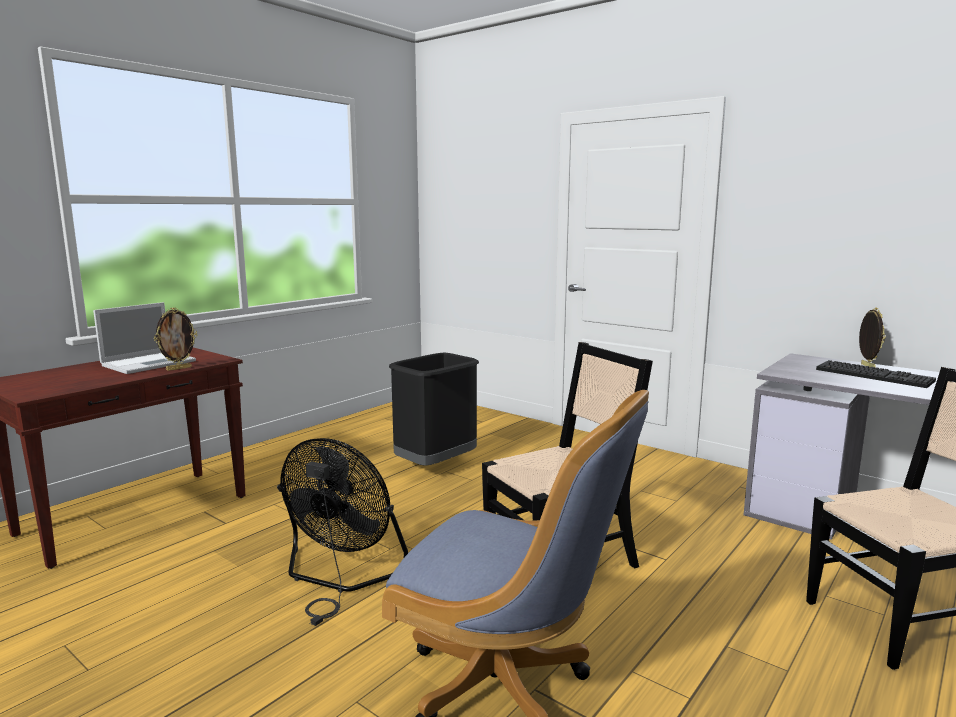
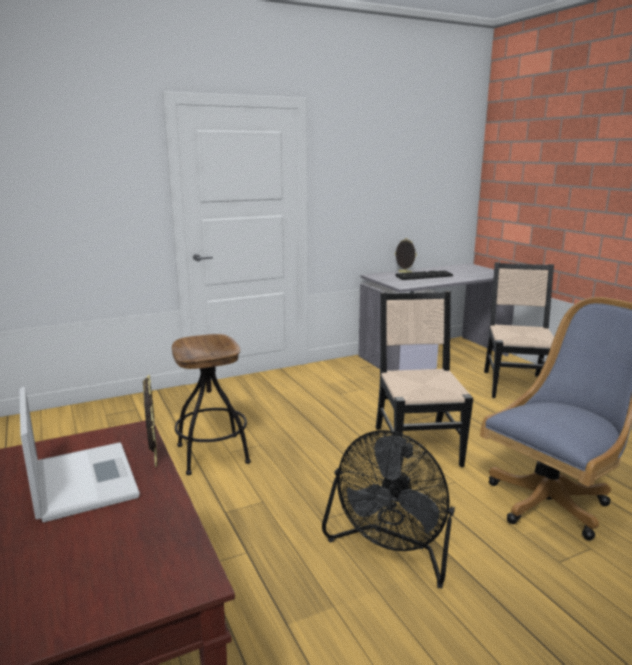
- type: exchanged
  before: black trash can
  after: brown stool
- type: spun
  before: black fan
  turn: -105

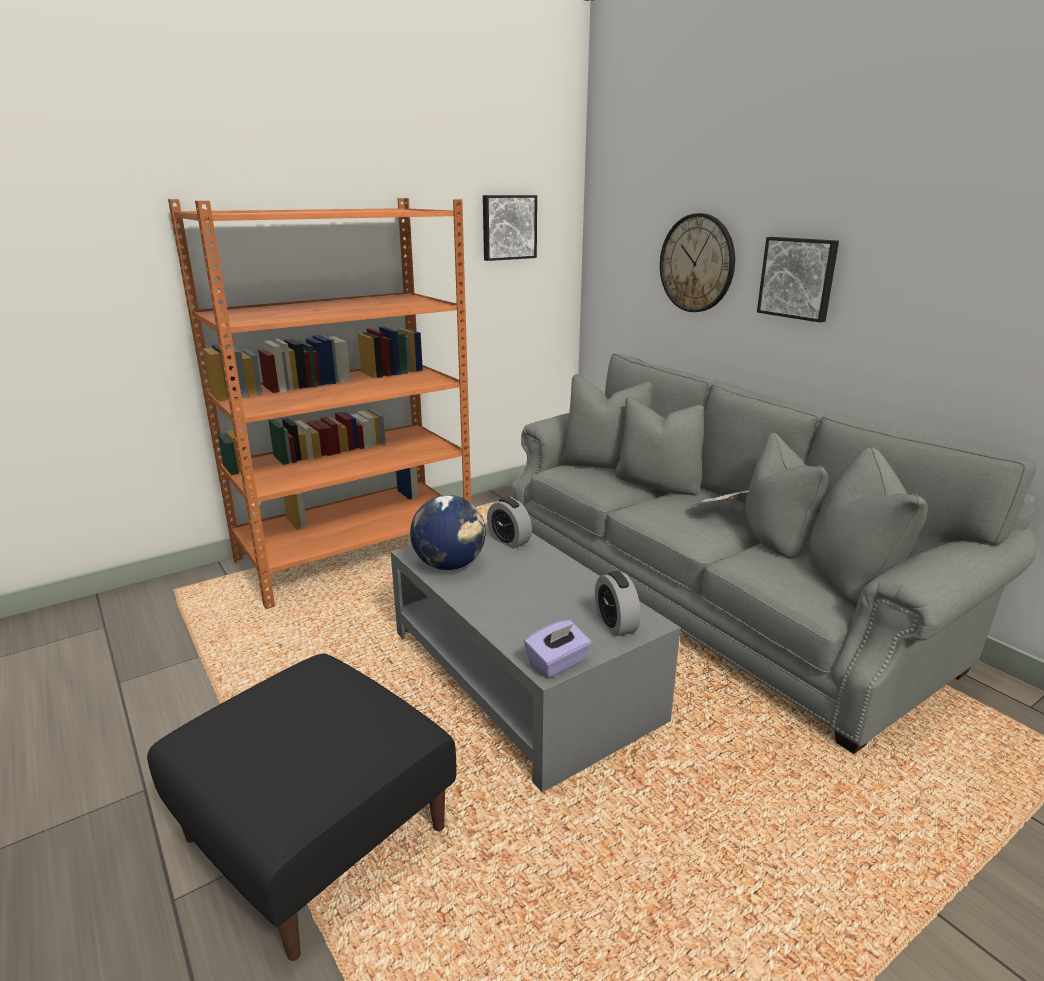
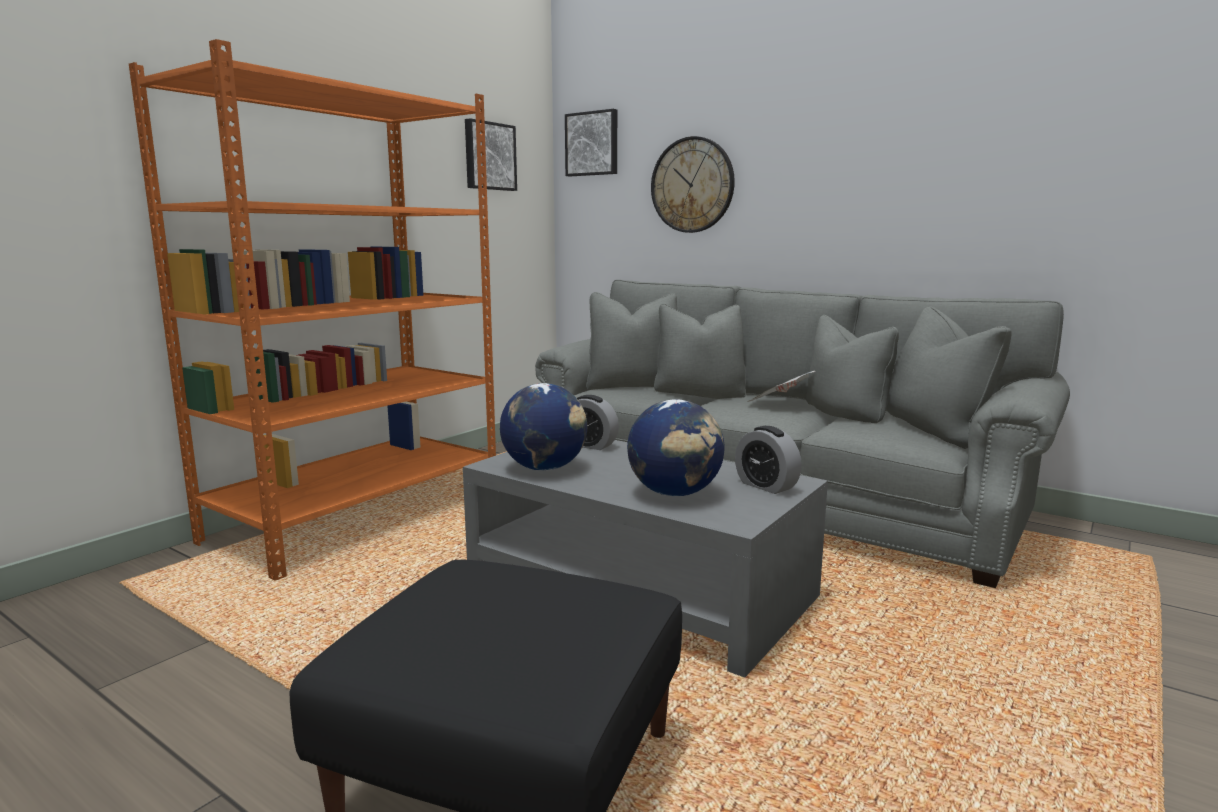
- type: missing
  before: purple tissue box
- type: appeared
  after: globe (no. 2 from left)
- type: relocated
  before: picture (no. 2 from left)

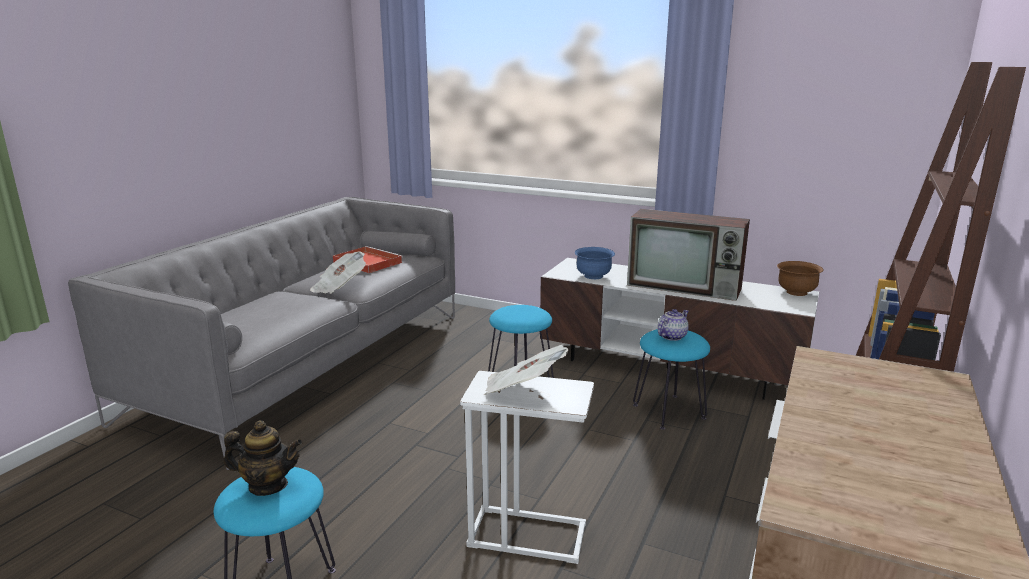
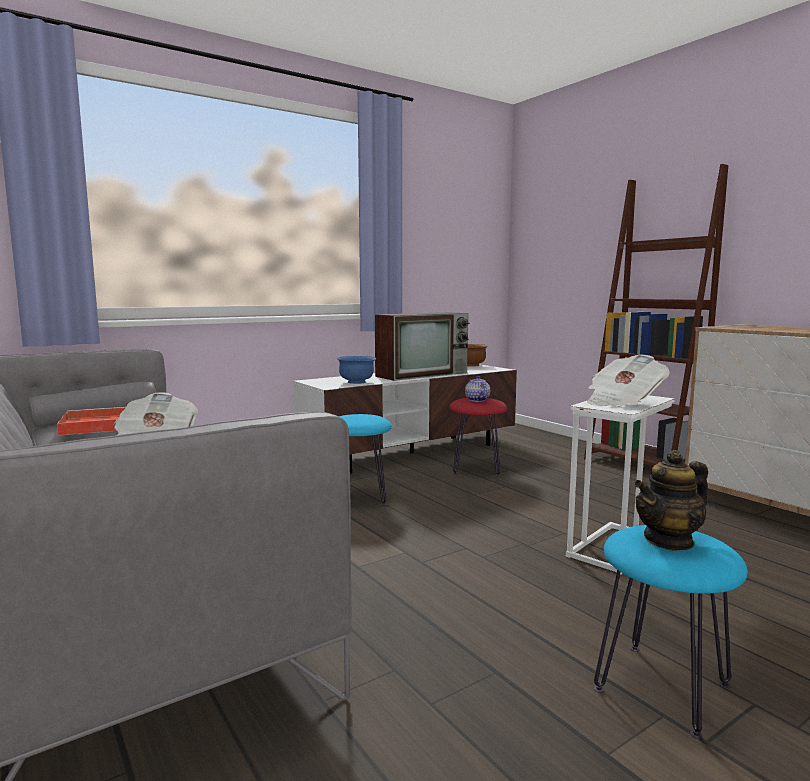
- type: colour
  before: turquoise stool (no. 3 from left)
  after: red stool
- type: spun
  before: teapot (no. 1 from left in the first image)
  turn: -150

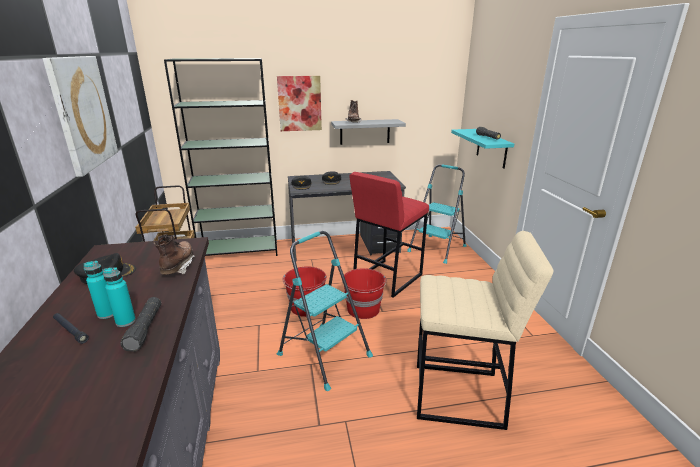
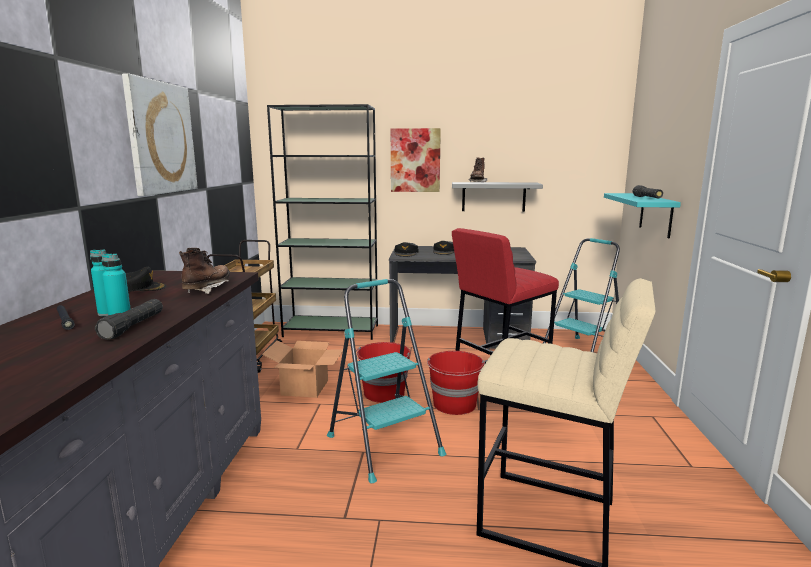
- type: appeared
  after: cardboard box

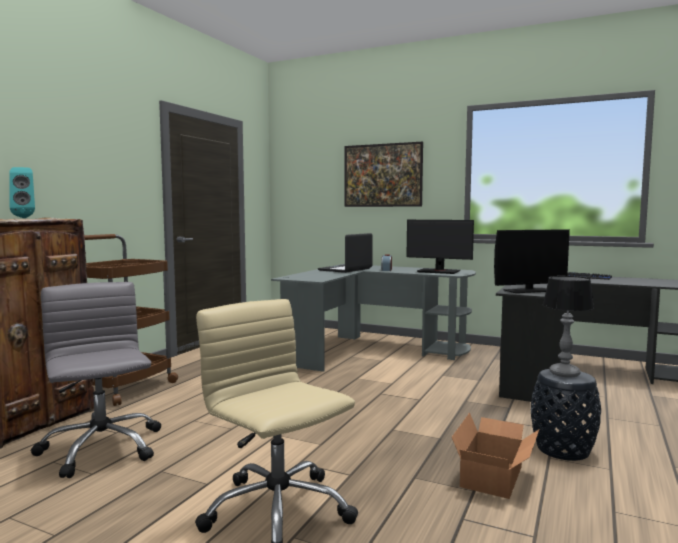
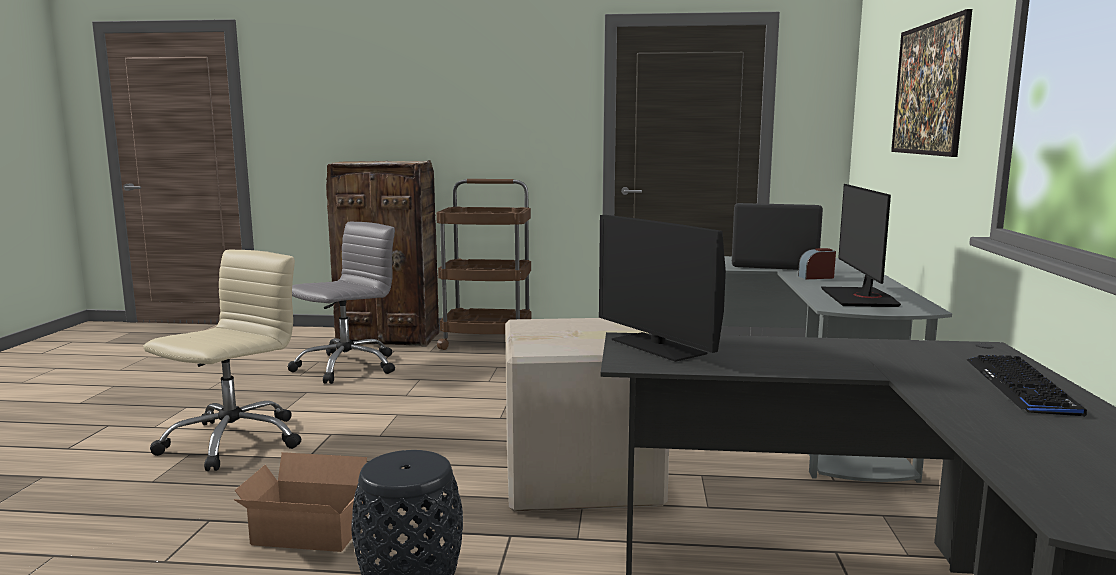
- type: missing
  before: turquoise speaker
- type: missing
  before: table lamp
- type: appeared
  after: cardboard box (no. 2 from left)

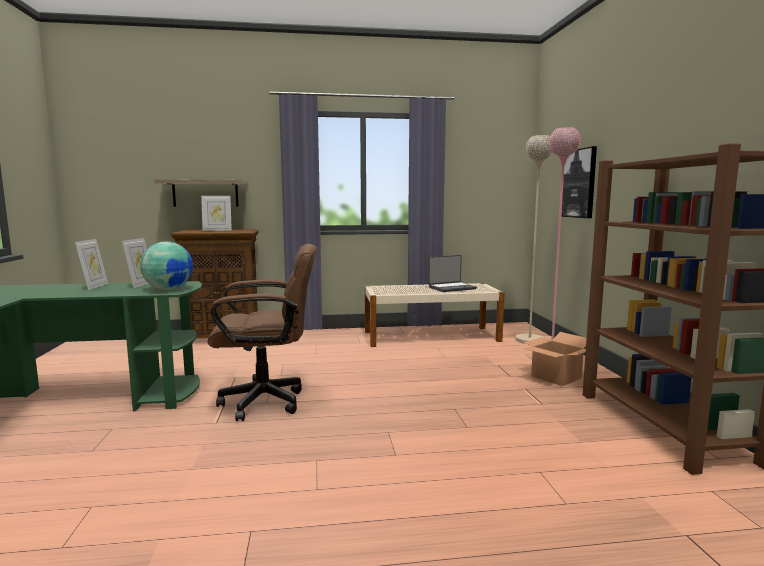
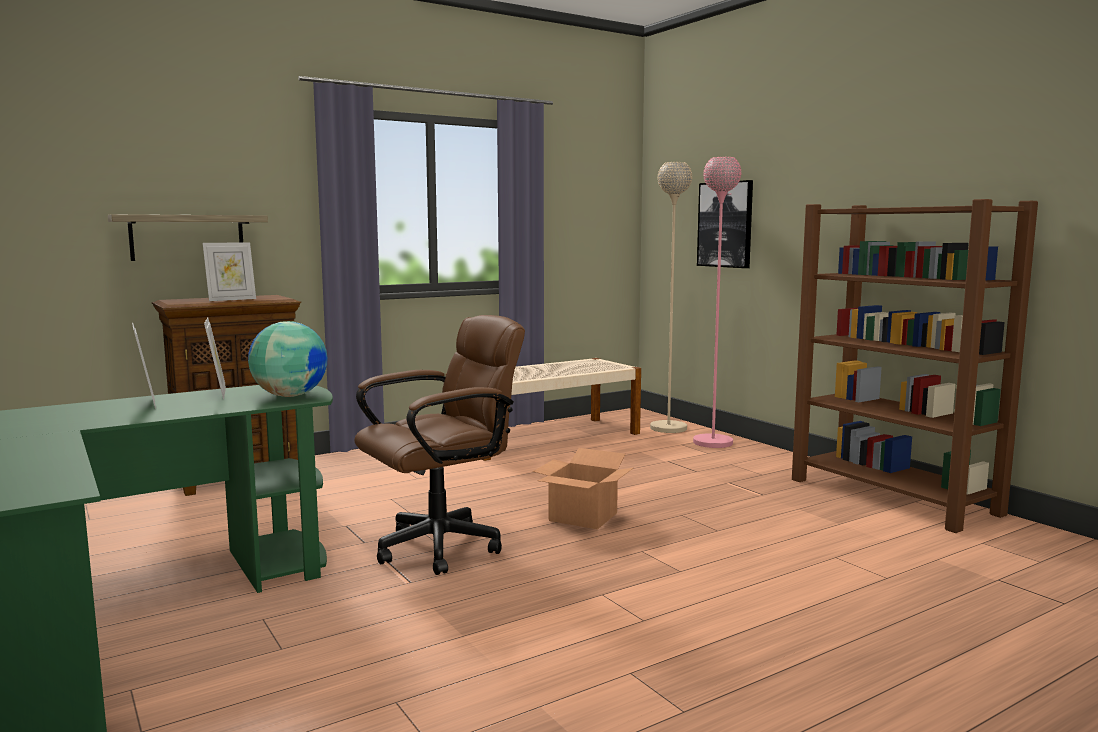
- type: missing
  before: laptop
- type: relocated
  before: cardboard box

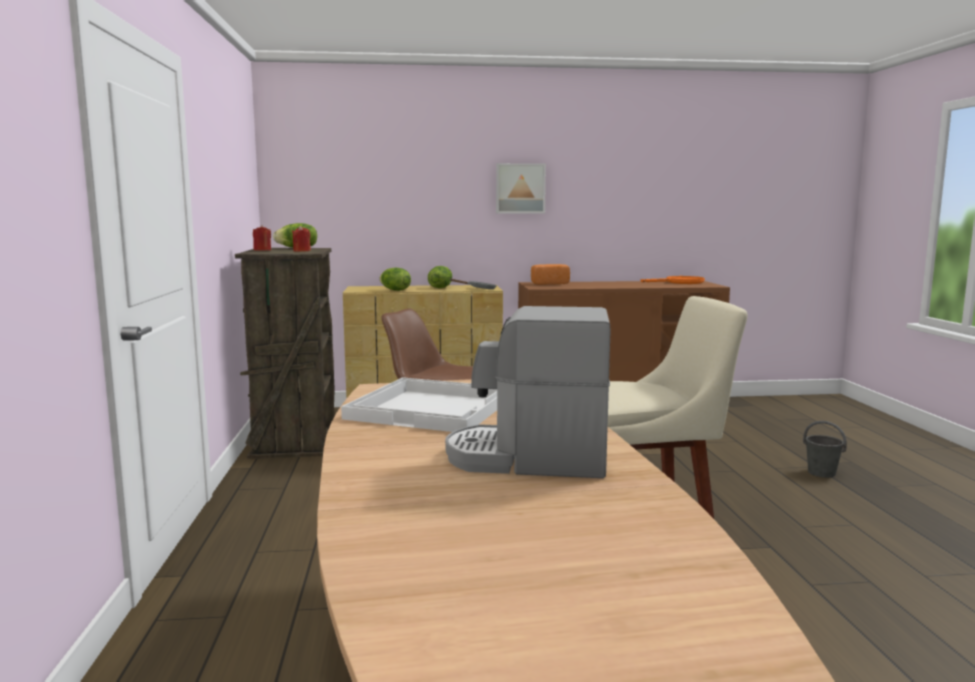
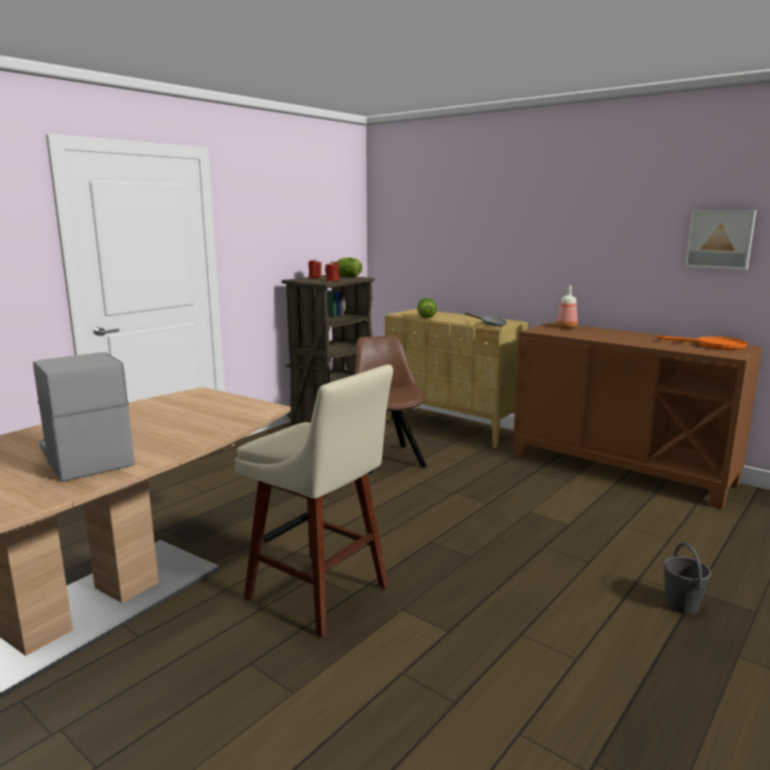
- type: missing
  before: white tray
- type: missing
  before: lettuce (no. 3 from left)
- type: relocated
  before: picture
- type: exchanged
  before: bread
  after: bottle

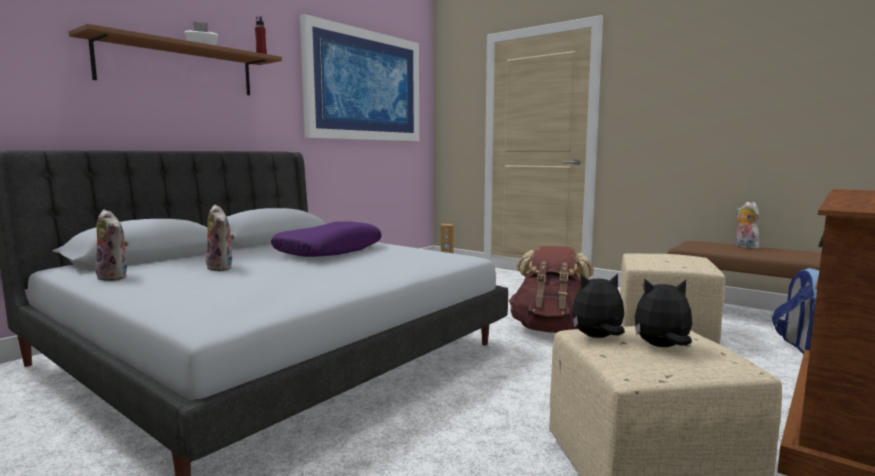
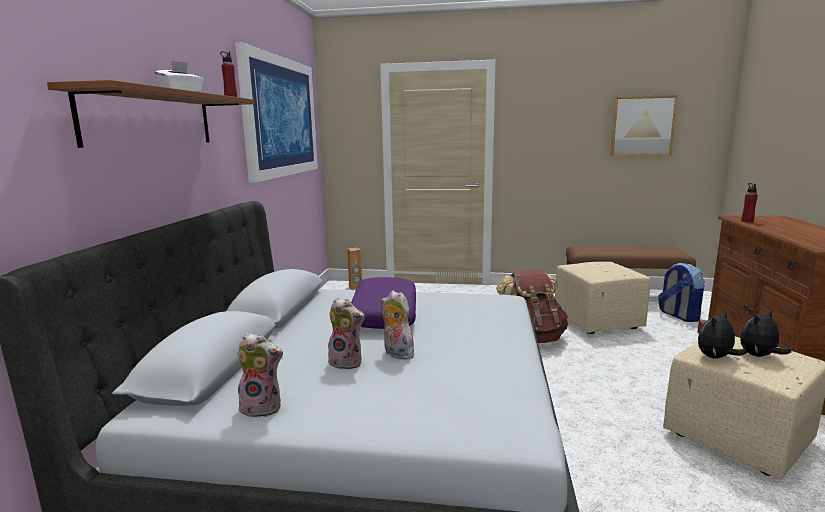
- type: appeared
  after: picture (no. 2 from left)
- type: appeared
  after: red bottle (no. 2 from left)
- type: relocated
  before: plush toy (no. 5 from left in the first image)
  after: plush toy (no. 3 from left)

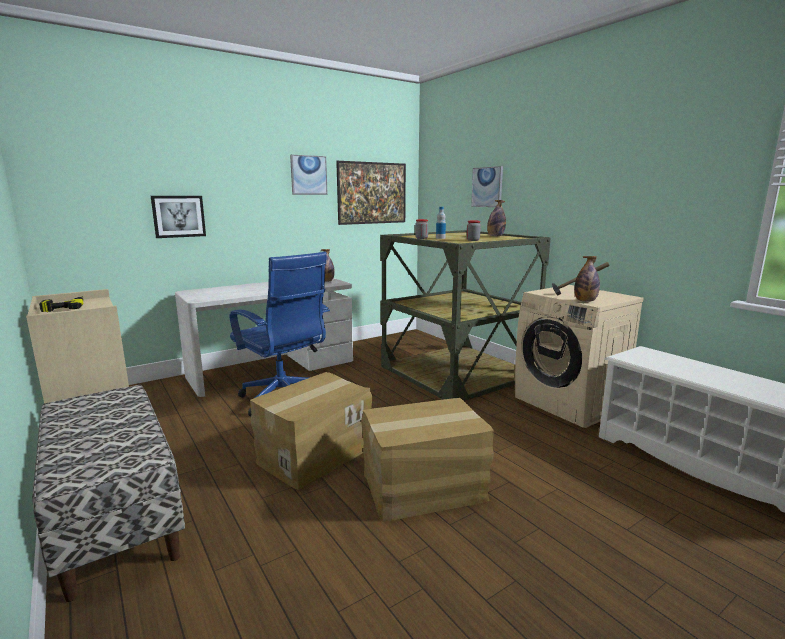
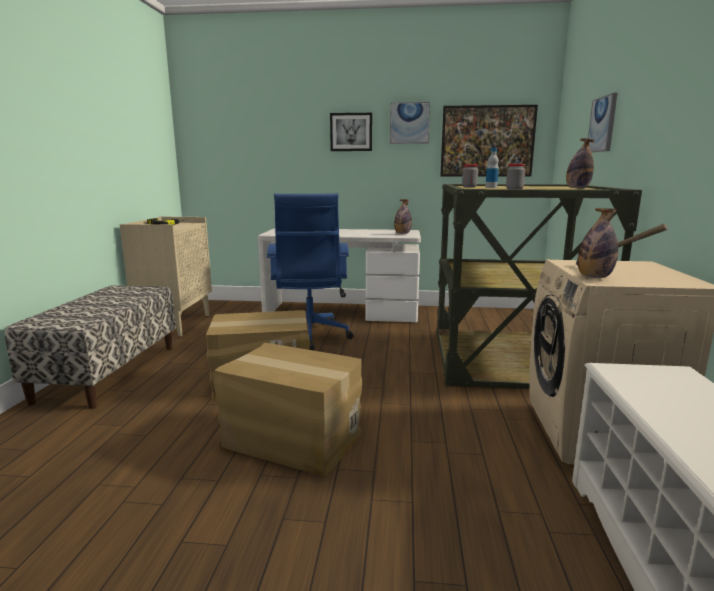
- type: relocated
  before: picture (no. 1 from left)

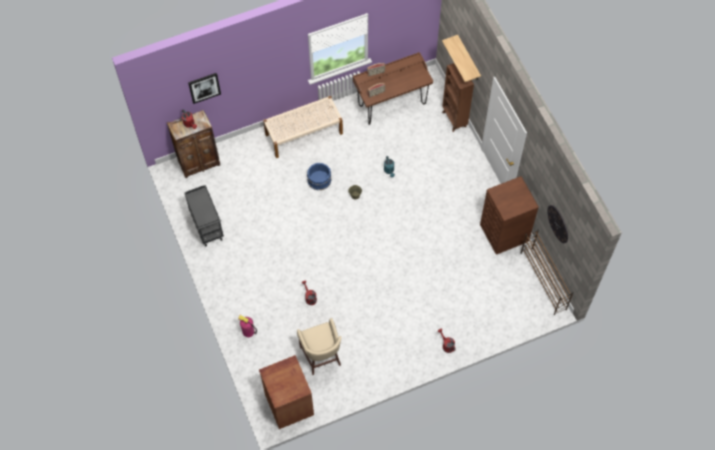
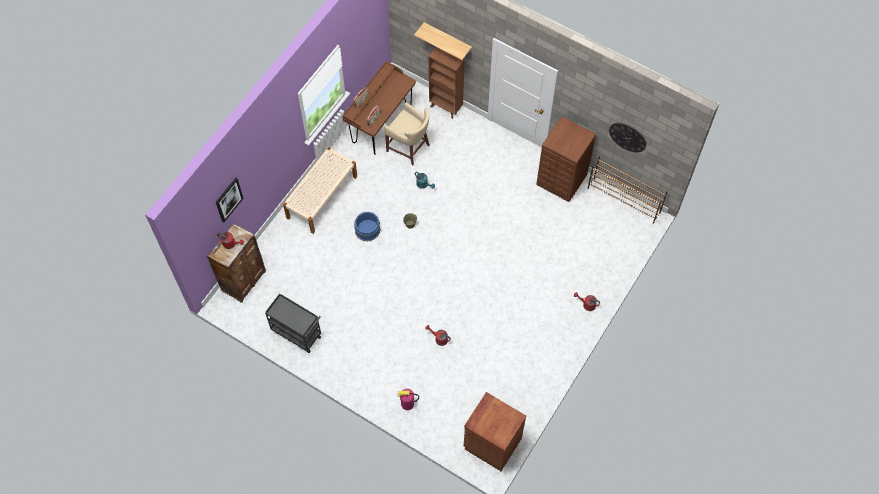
- type: relocated
  before: beige stool

